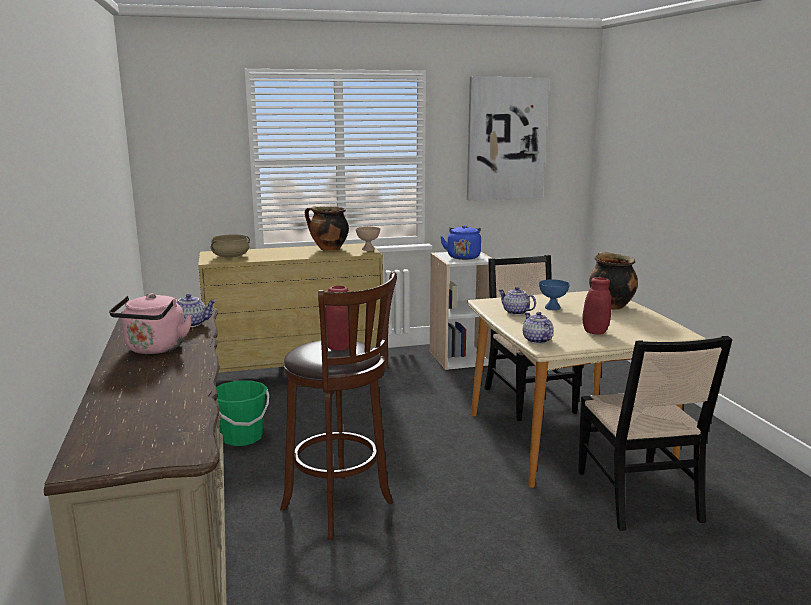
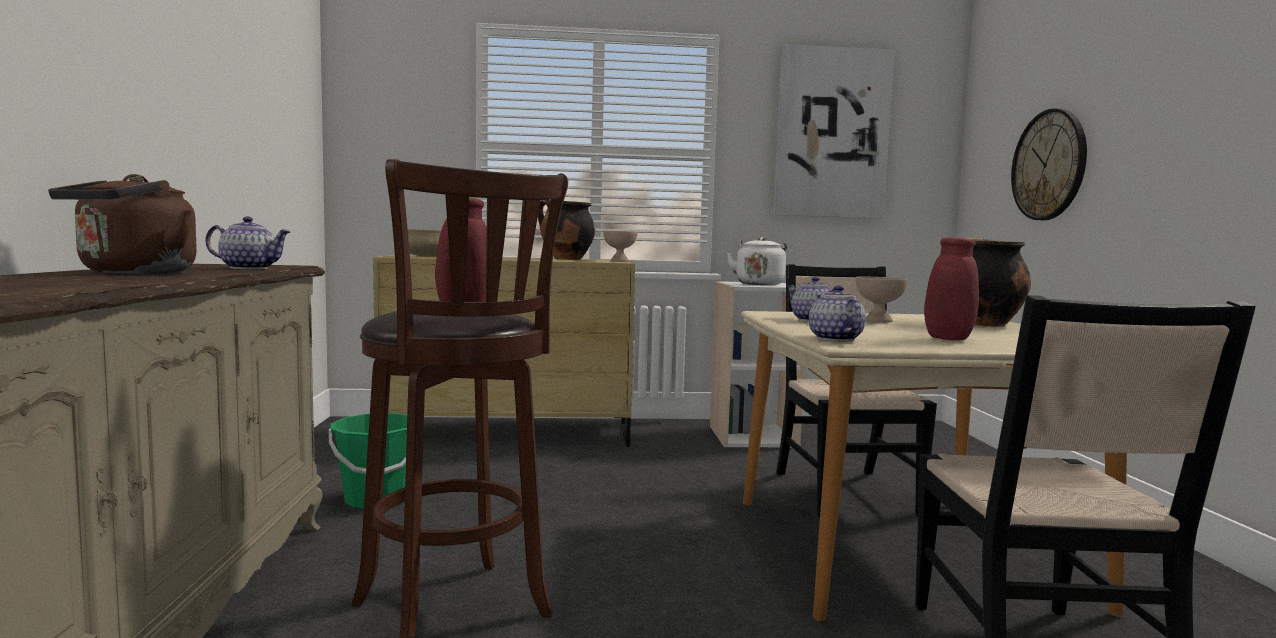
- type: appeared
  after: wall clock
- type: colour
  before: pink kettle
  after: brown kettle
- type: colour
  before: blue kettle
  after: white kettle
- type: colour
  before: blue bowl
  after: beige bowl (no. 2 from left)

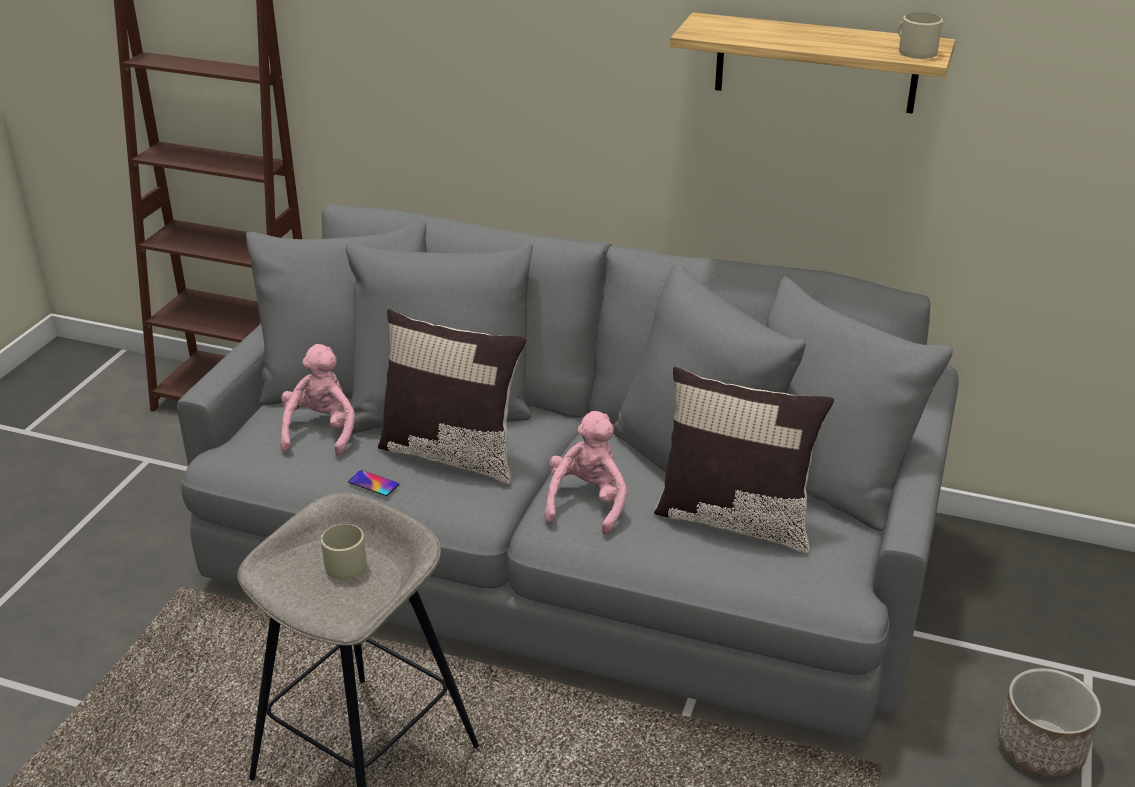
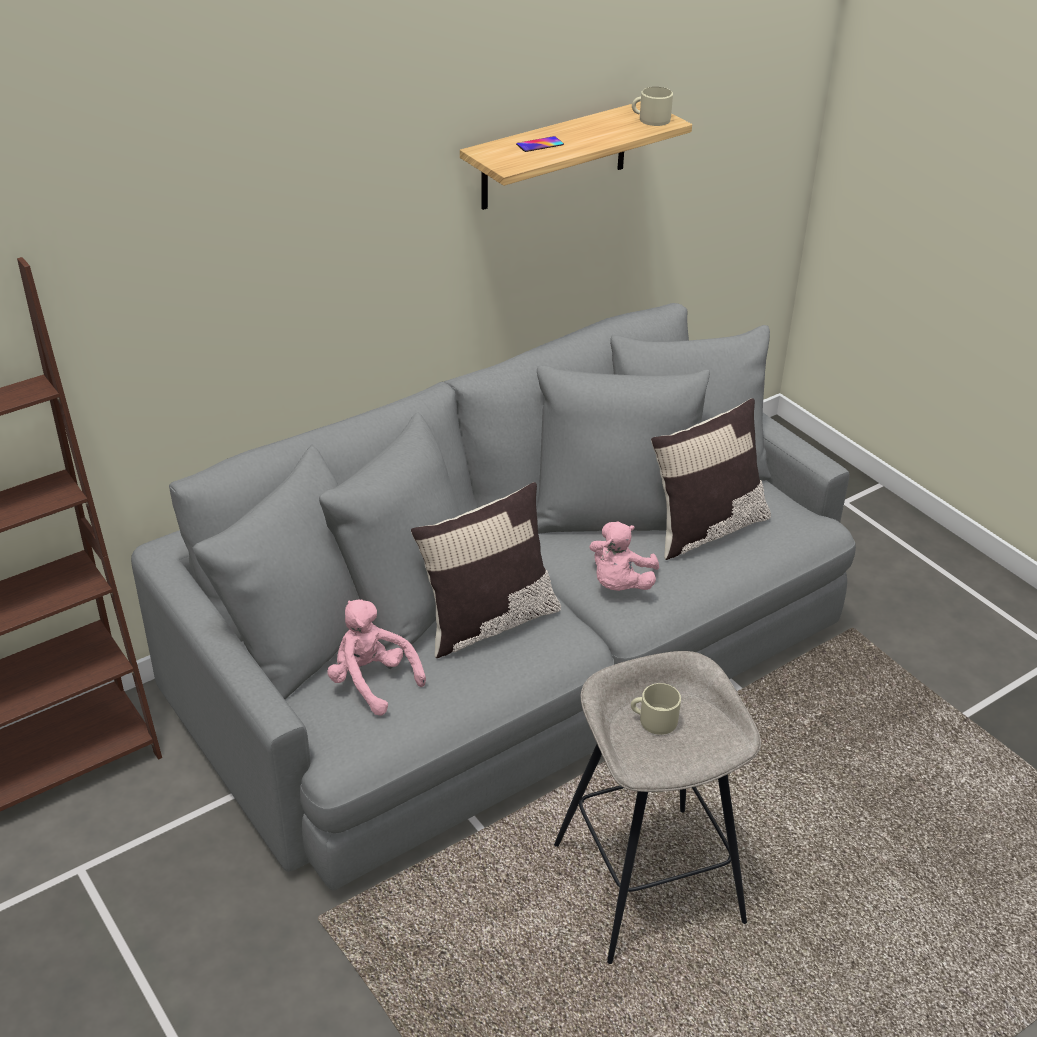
- type: missing
  before: planter
- type: relocated
  before: phone
- type: spun
  before: pink plush toy (no. 2 from left)
  turn: -120

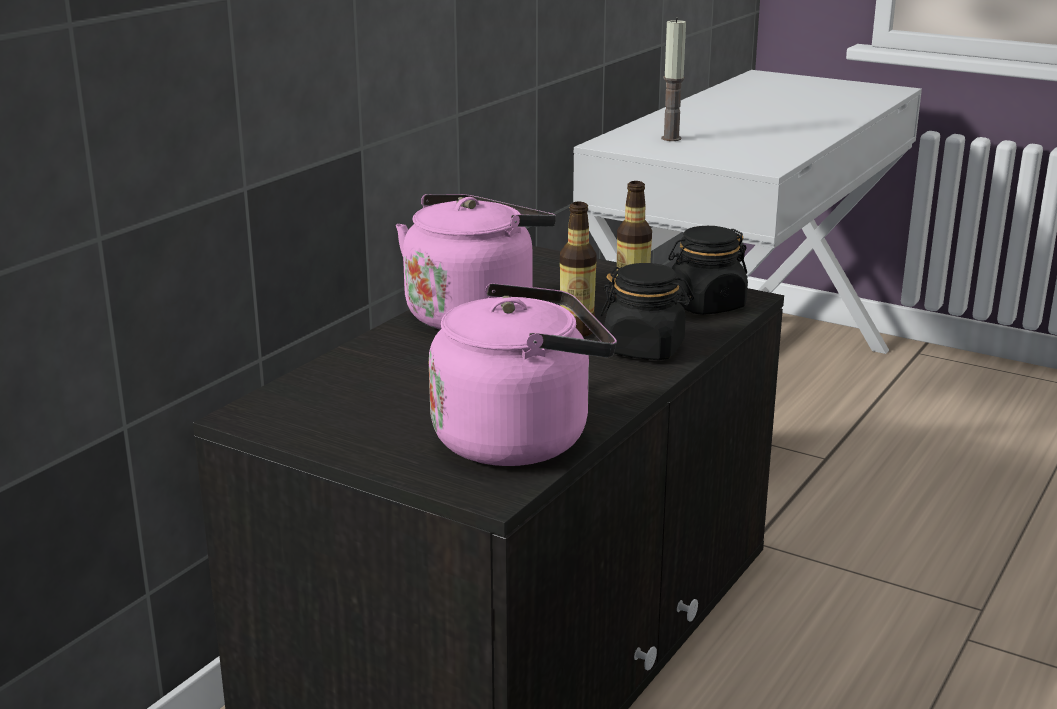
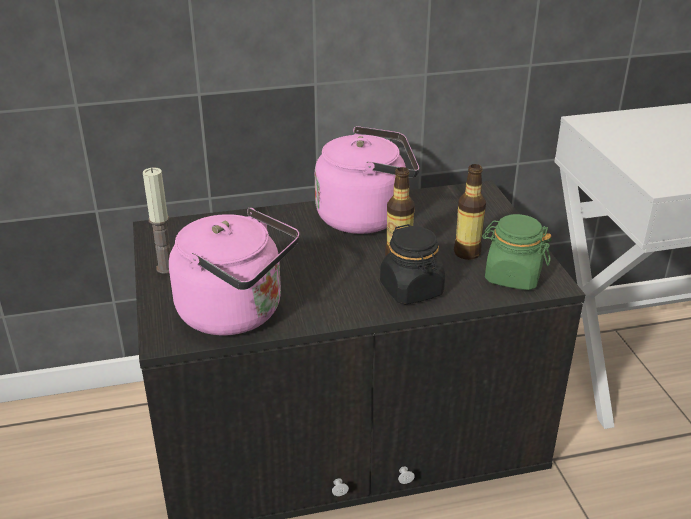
- type: relocated
  before: candle
- type: colour
  before: black jar (no. 2 from left)
  after: green jar

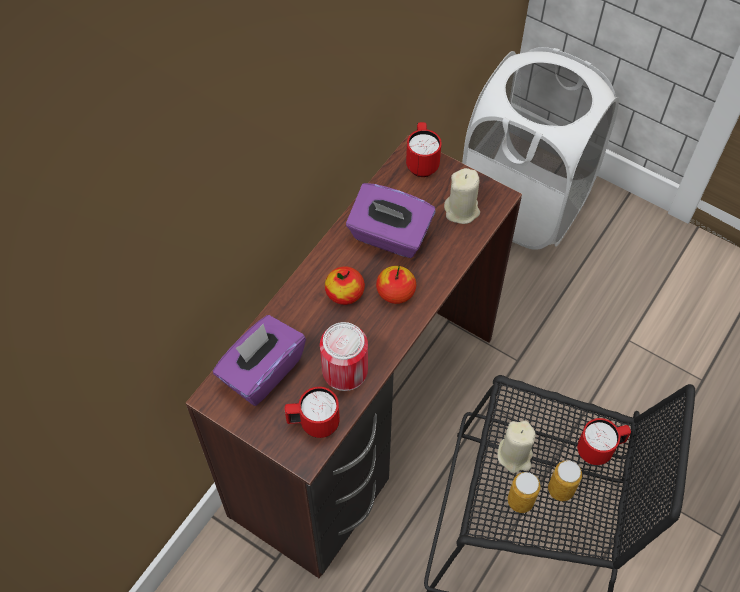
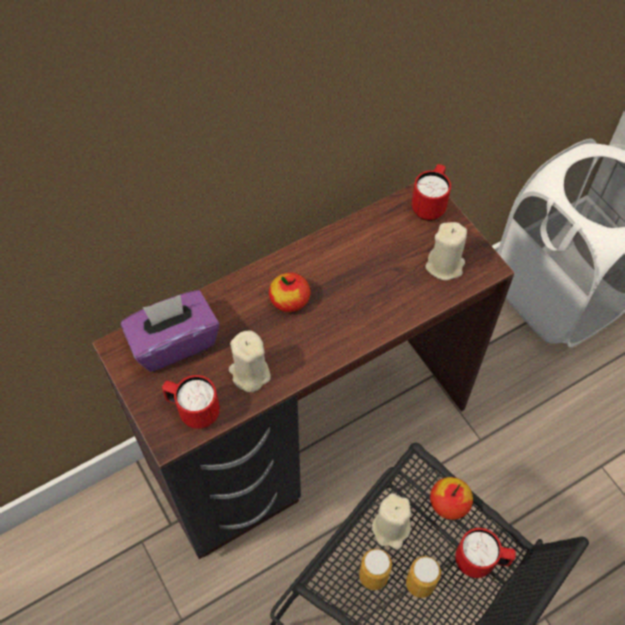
- type: missing
  before: purple tissue box (no. 2 from left)
- type: relocated
  before: apple (no. 2 from left)
- type: exchanged
  before: can (no. 1 from left)
  after: beige candle (no. 1 from left)

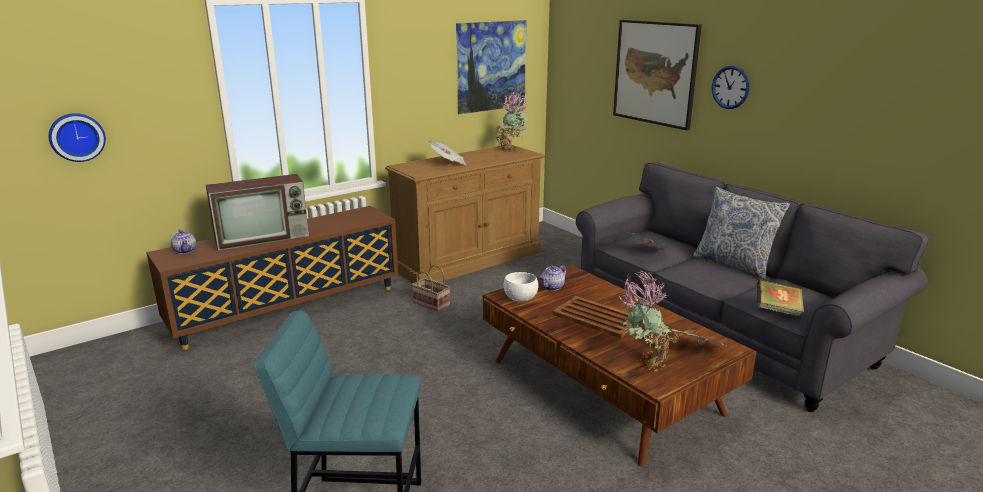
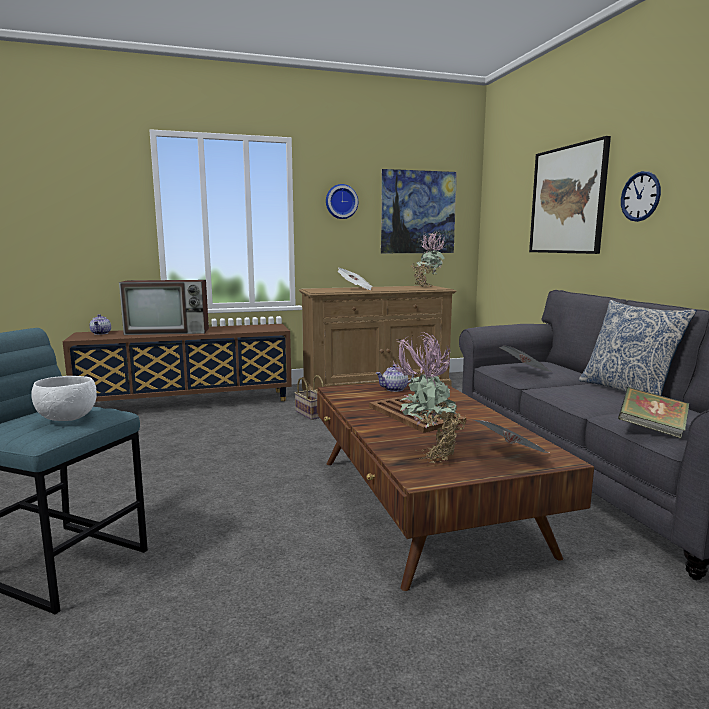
- type: relocated
  before: wall clock (no. 1 from left)
- type: relocated
  before: white bowl

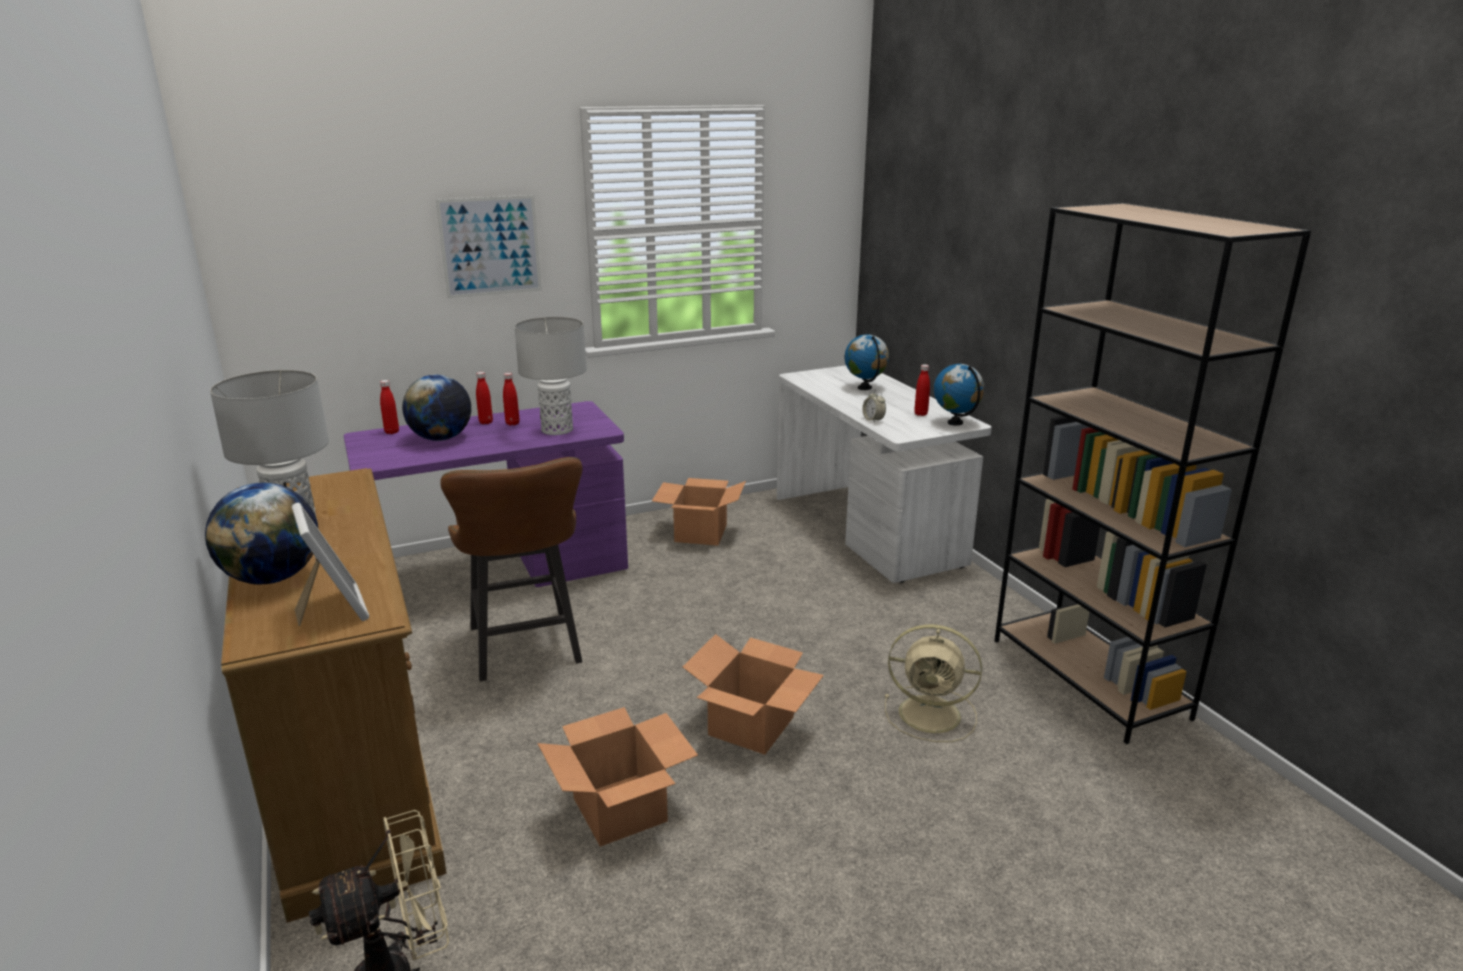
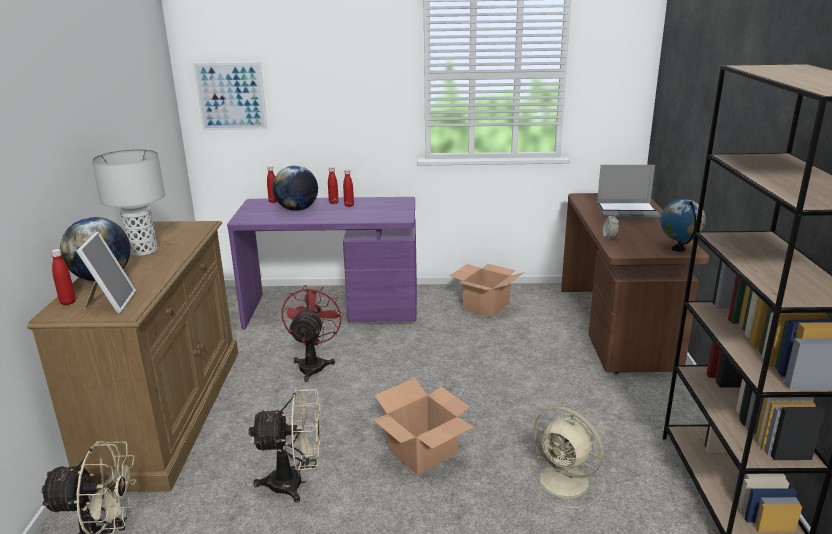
- type: missing
  before: white table lamp (no. 2 from left)
- type: relocated
  before: picture
- type: relocated
  before: red bottle (no. 4 from left in the first image)
  after: red bottle (no. 1 from left)
- type: exchanged
  before: brown stool
  after: red fan
- type: exchanged
  before: cardboard box (no. 1 from left)
  after: beige fan (no. 2 from left)
- type: exchanged
  before: globe (no. 3 from left)
  after: laptop
- type: colour
  before: white desk
  after: brown desk

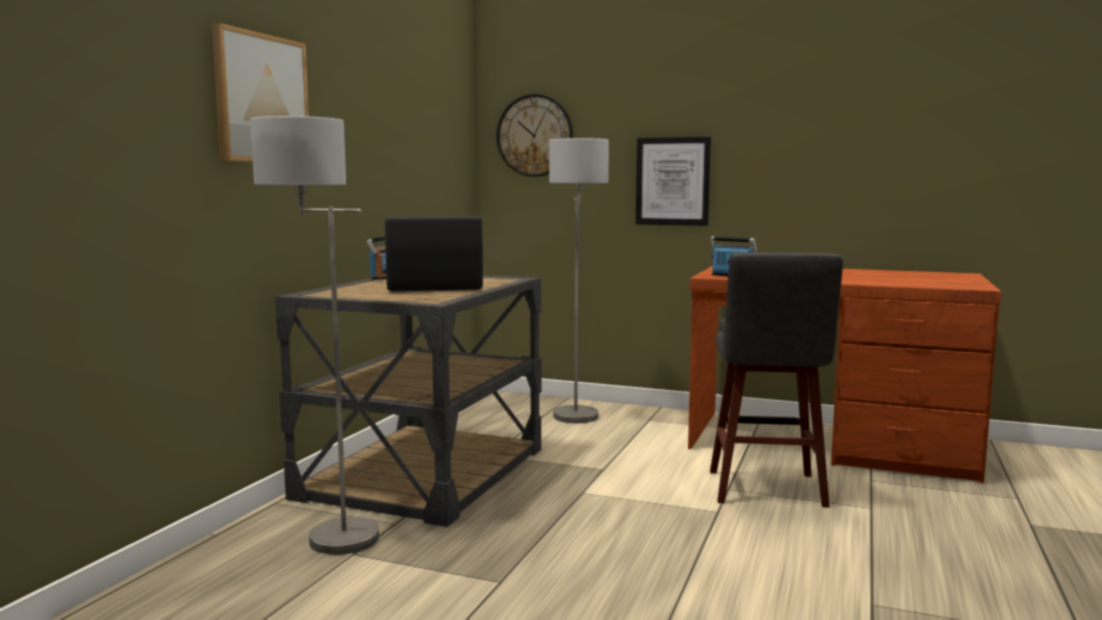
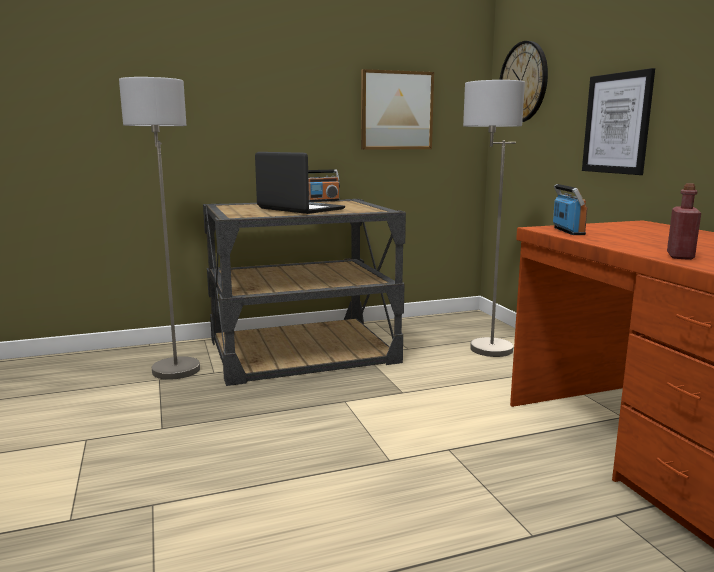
- type: missing
  before: grey stool
- type: appeared
  after: red bottle
- type: relocated
  before: picture (no. 1 from left)

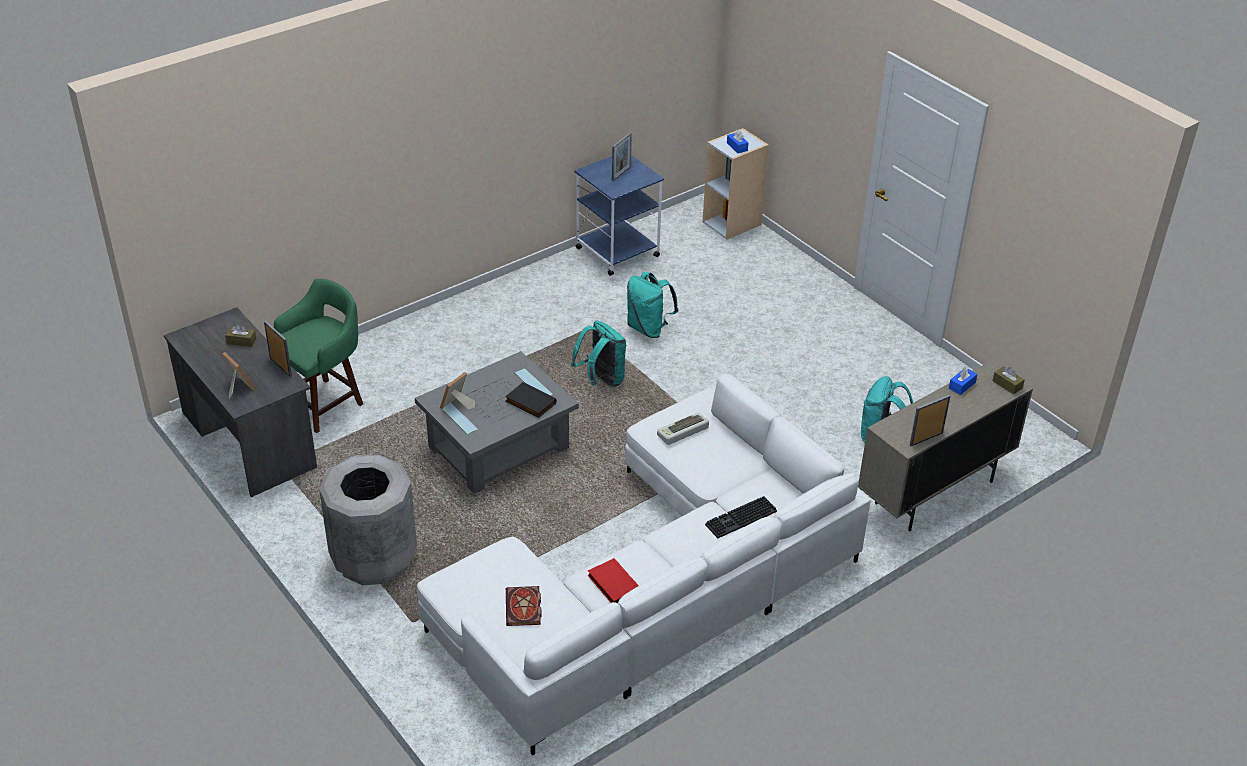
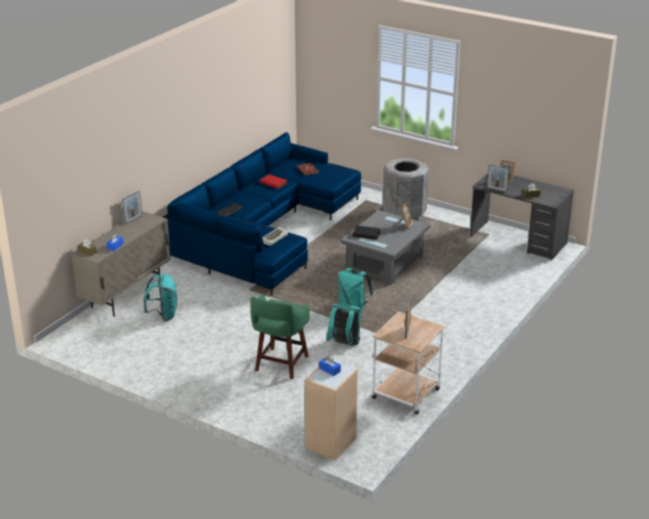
- type: relocated
  before: green stool
- type: colour
  before: white sofa
  after: blue sofa
- type: colour
  before: blue cart
  after: beige cart

